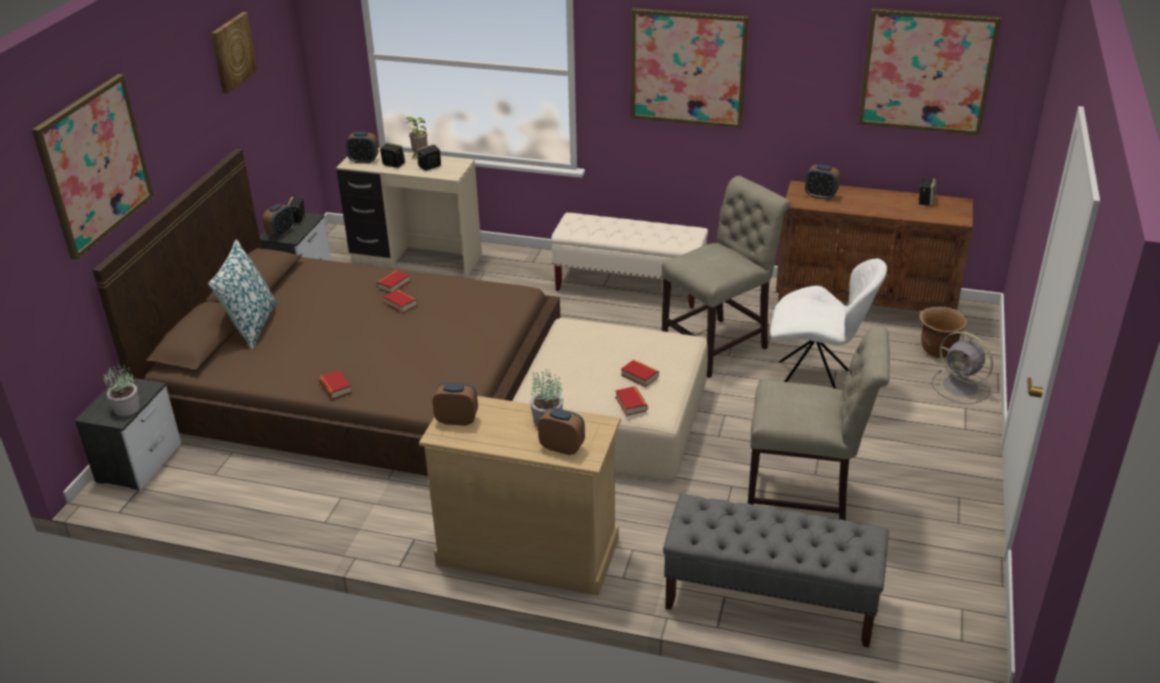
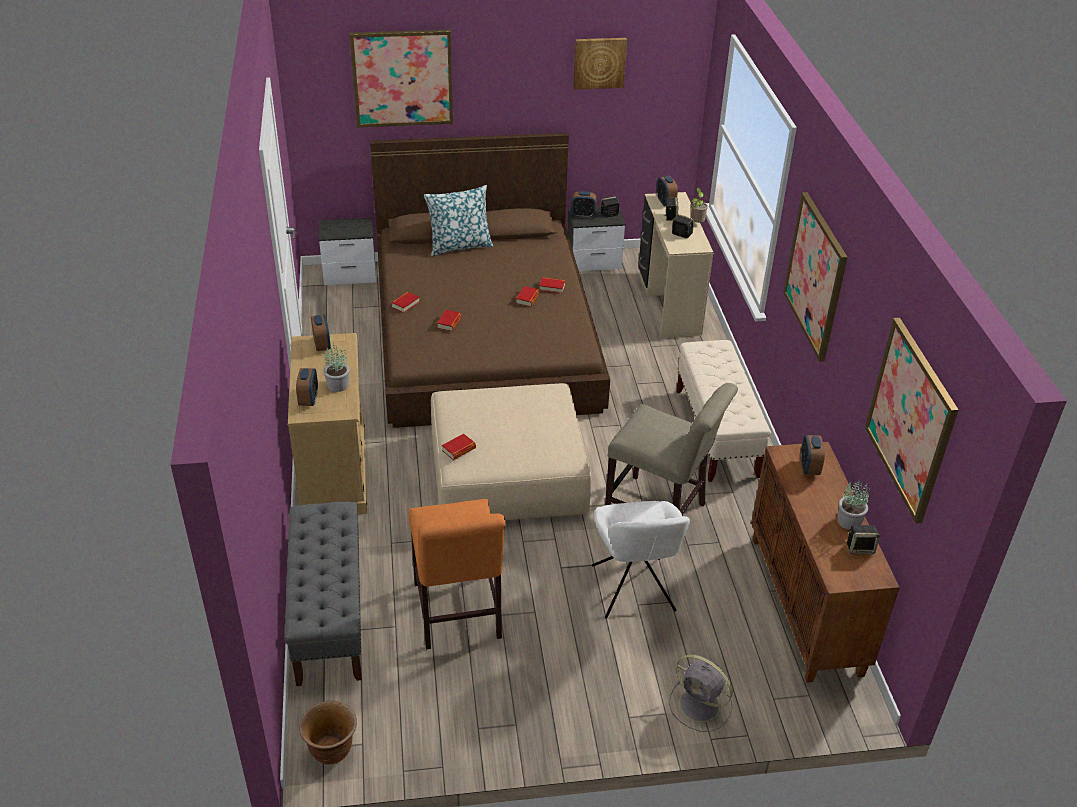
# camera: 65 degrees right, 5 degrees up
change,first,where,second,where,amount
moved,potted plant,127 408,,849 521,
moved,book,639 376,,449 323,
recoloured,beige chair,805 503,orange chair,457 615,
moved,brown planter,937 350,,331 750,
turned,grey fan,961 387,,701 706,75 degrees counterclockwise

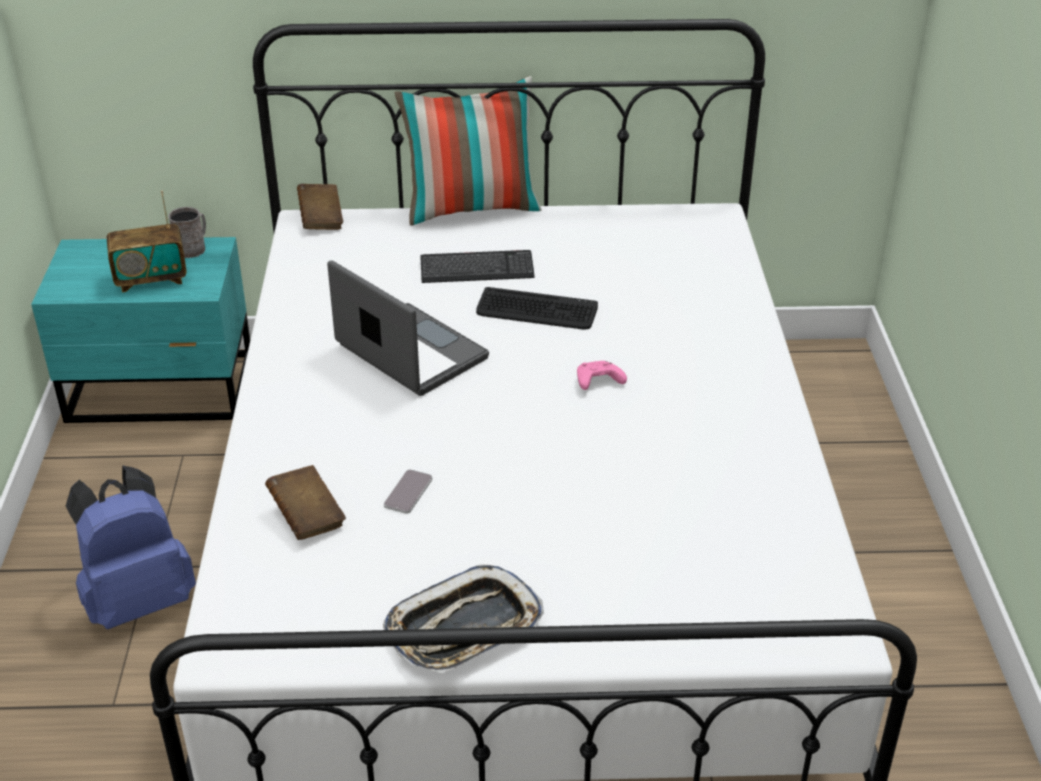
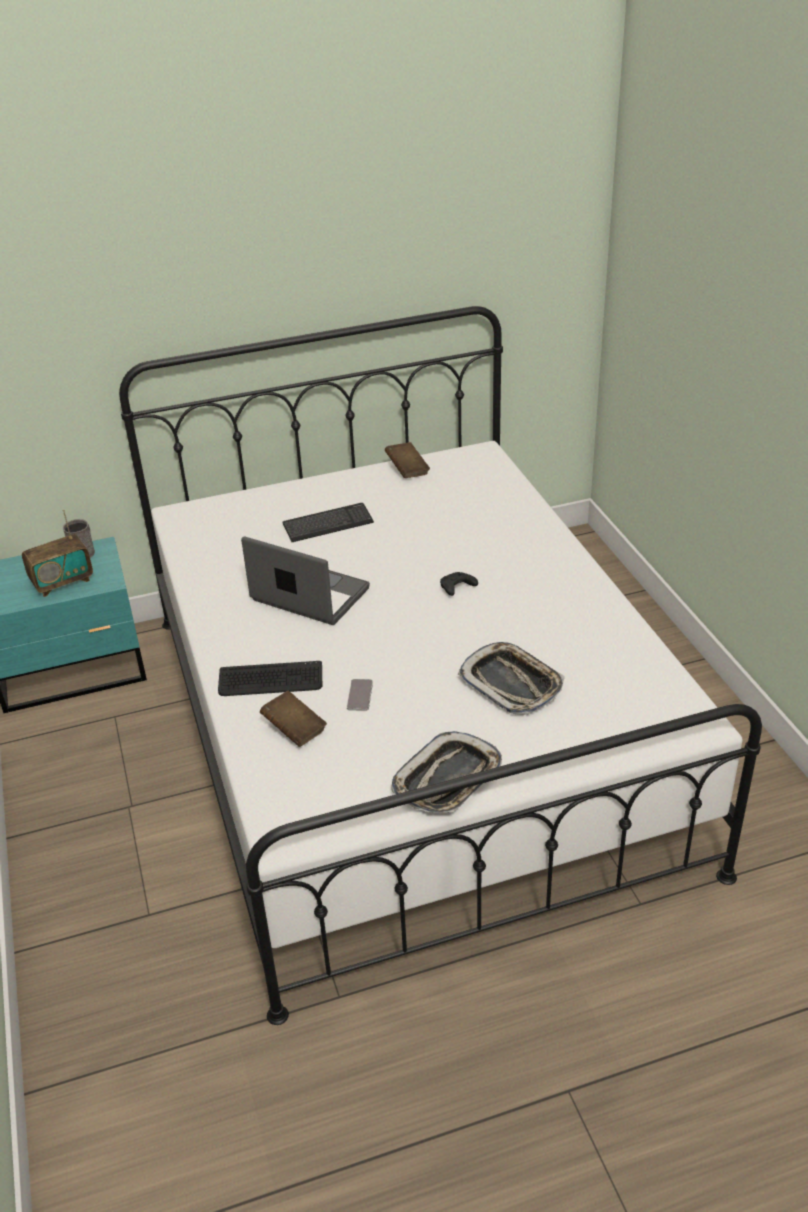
# camera: 15 degrees left, 0 degrees up
change,first,where,second,where,amount
removed,blue backpack,139 600,,,
moved,brown book,321 220,,407 470,
removed,pillow,472 209,,,
moved,keyboard,536 311,,270 680,
recoloured,pink game controller,597 382,black game controller,456 588,
added,,,tray,511 683,

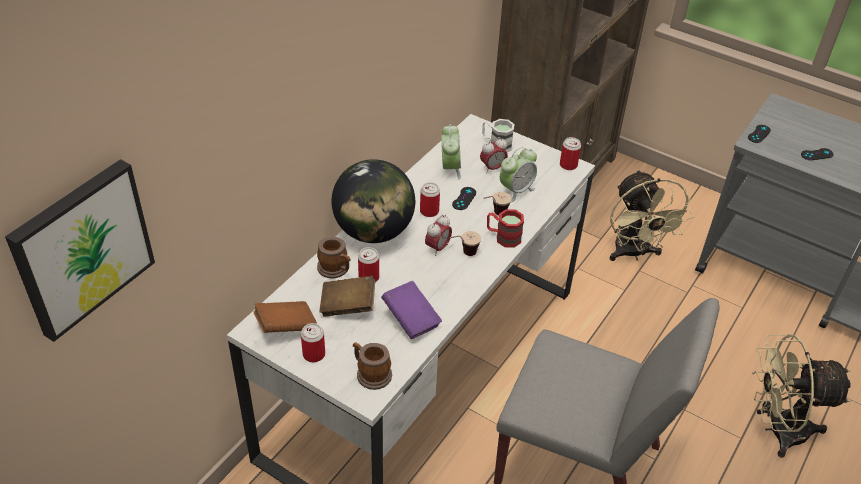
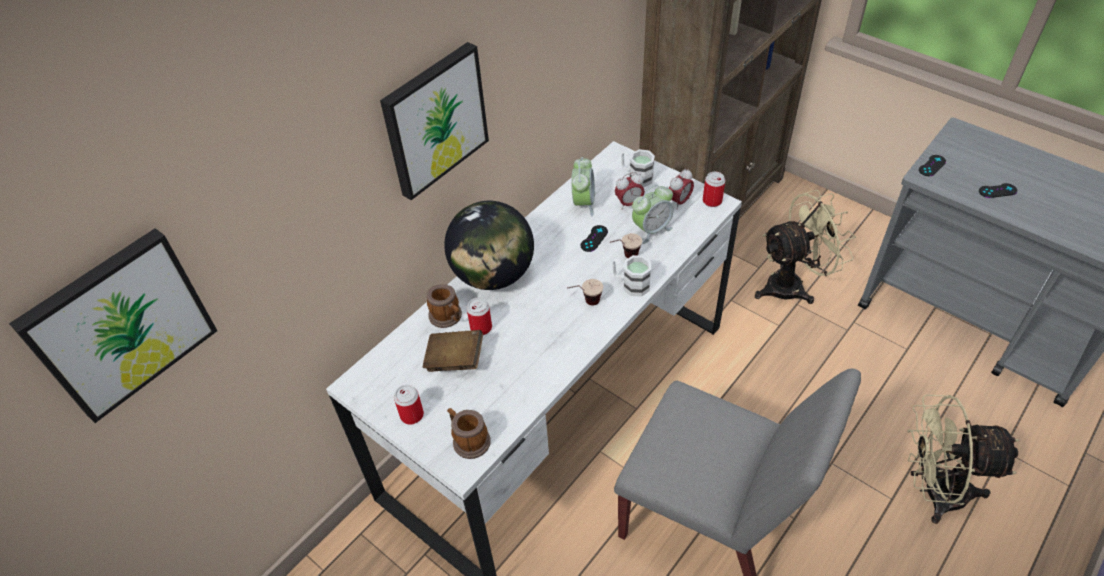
# camera: 10 degrees right, 5 degrees up
change,first,where,second,where,amount
removed,brown book,286 327,,,
removed,purple book,411 319,,,
removed,can,429 211,,,
moved,alarm clock,437 248,,679 202,
recoloured,red mug,503 237,white mug,630 284,
turned,beige fan,633 253,,792 285,105 degrees counterclockwise
added,,,picture,434 120,

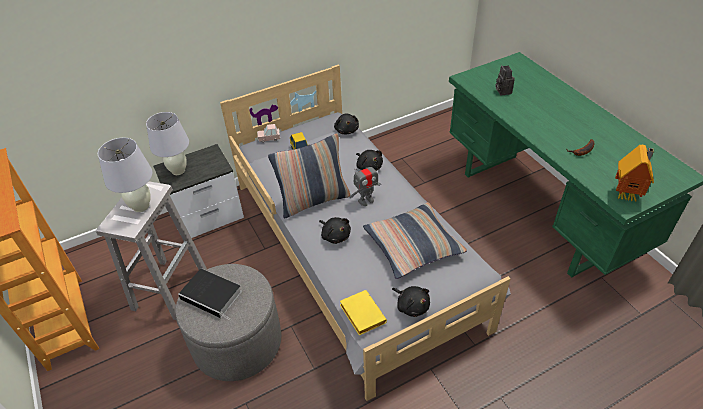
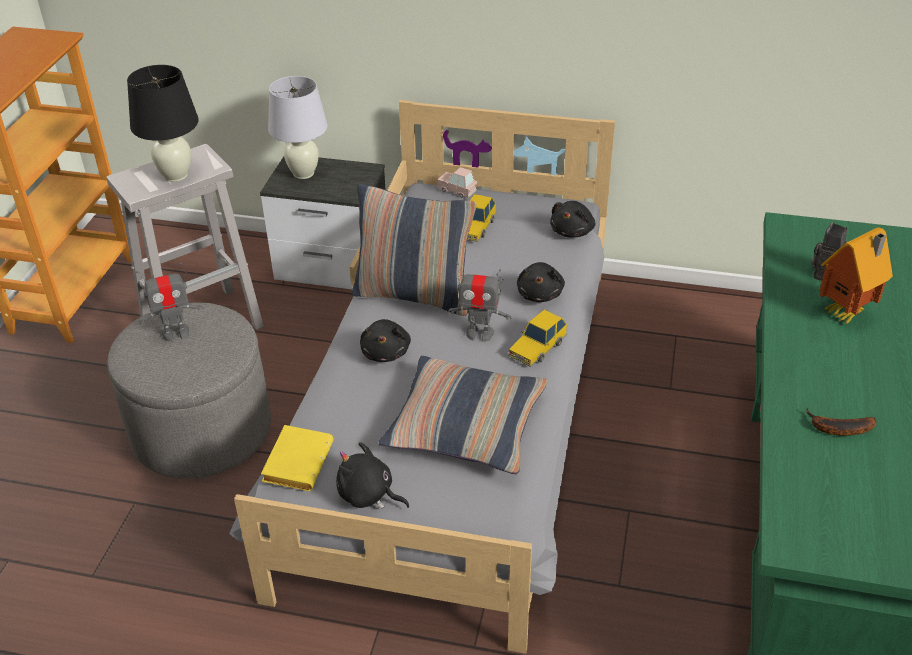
# camera: 40 degrees right, 5 degrees down
change,first,where,second,where,amount
recoloured,white table lamp,141 206,black table lamp,175 175,
replaced,book,213 295,toy robot,175 333,
turned,black plush toy,411 306,,368 495,120 degrees clockwise
moved,toy house,627 195,,847 314,
added,,,toy car,537 347,

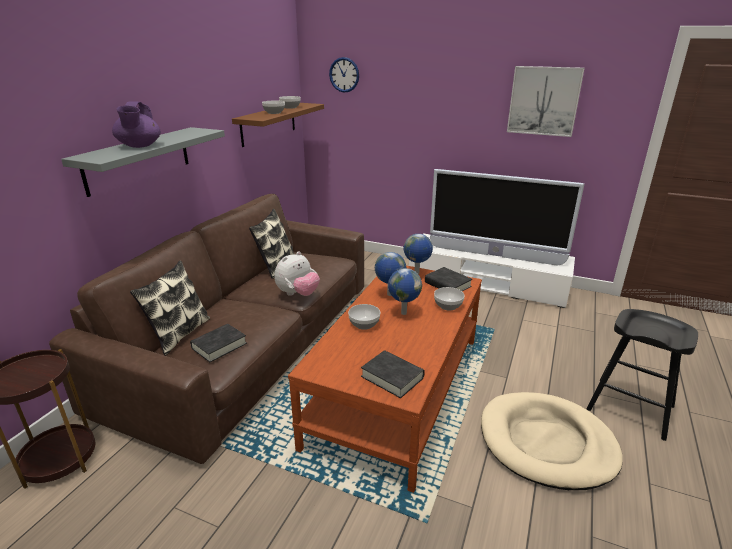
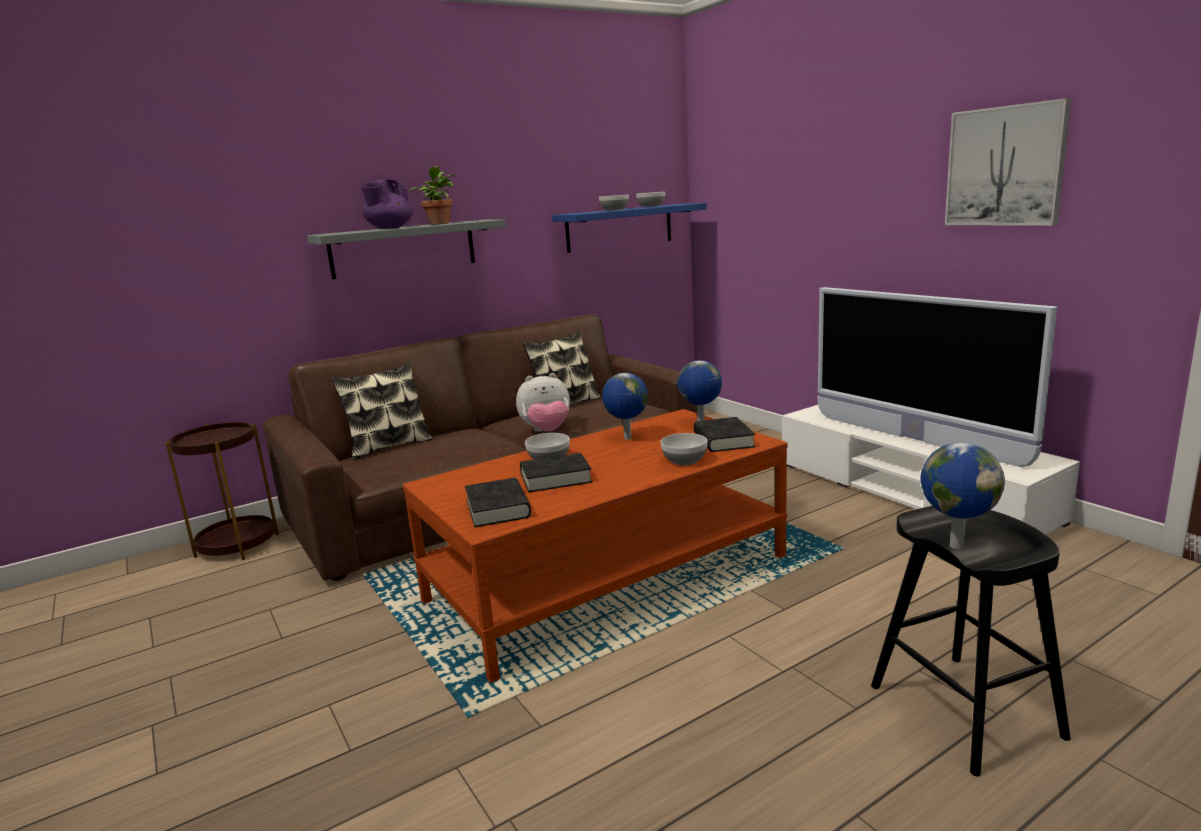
# camera: 35 degrees right, 10 degrees down
change,first,where,second,where,amount
moved,black book,219 346,,555 478,
recoloured,brown shelf,268 123,blue shelf,619 227,
removed,wall clock,344 75,,,
moved,globe,403 313,,955 545,
removed,beige dog bed,546 443,,,
added,,,potted plant,439 223,

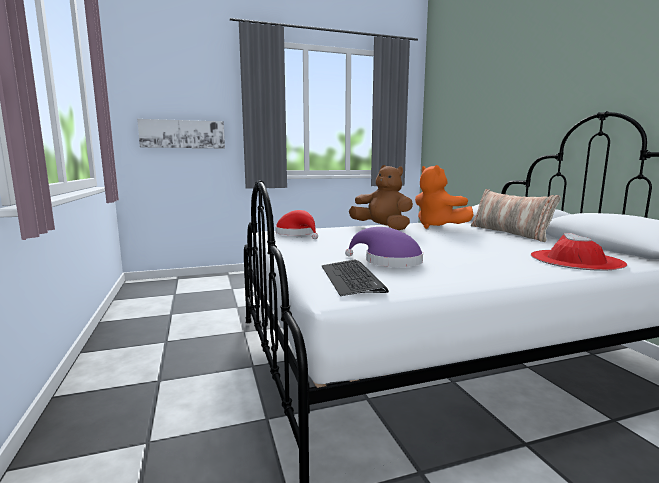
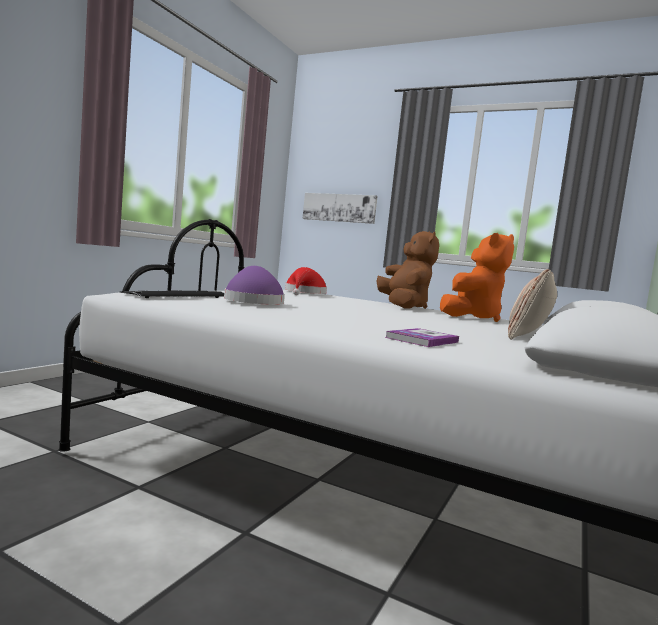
# camera: 45 degrees right, 5 degrees down
change,first,where,second,where,amount
turned,orange plush toy,437 227,,472 317,150 degrees counterclockwise
replaced,red hat,576 260,book,422 340,

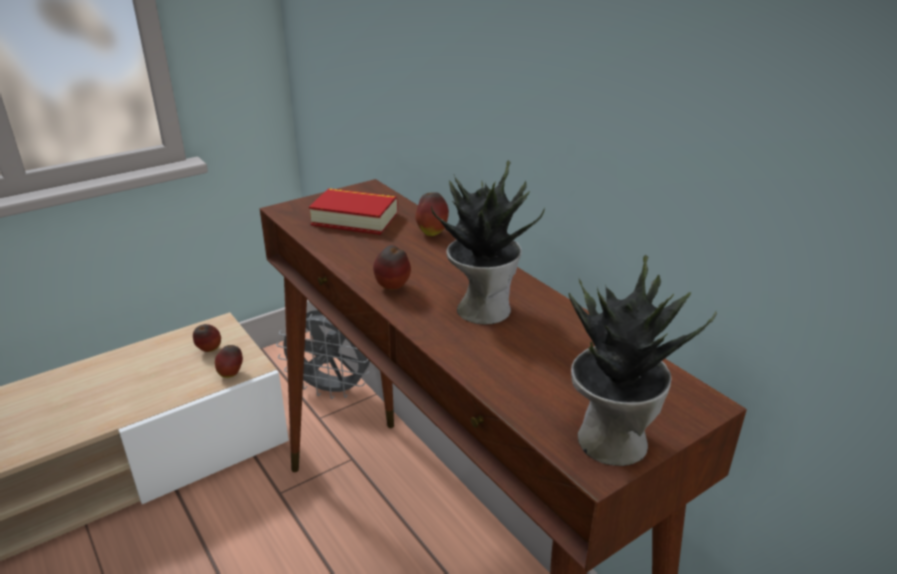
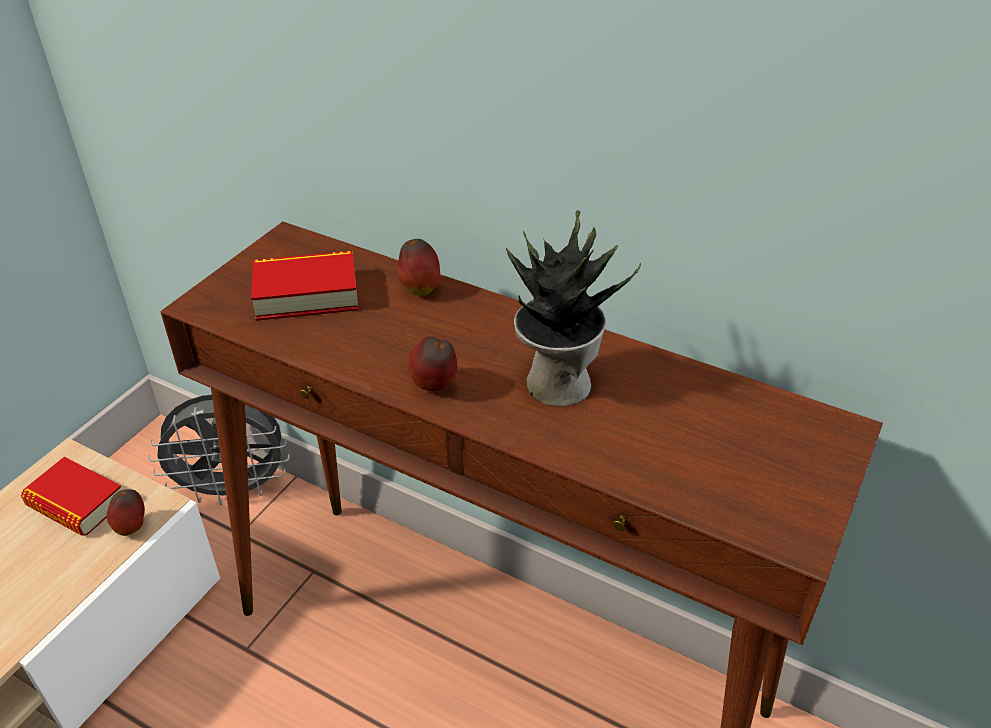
# camera: 25 degrees left, 10 degrees up
change,first,where,second,where,amount
replaced,apple,209 350,book,76 503,
removed,potted plant,609 439,,,

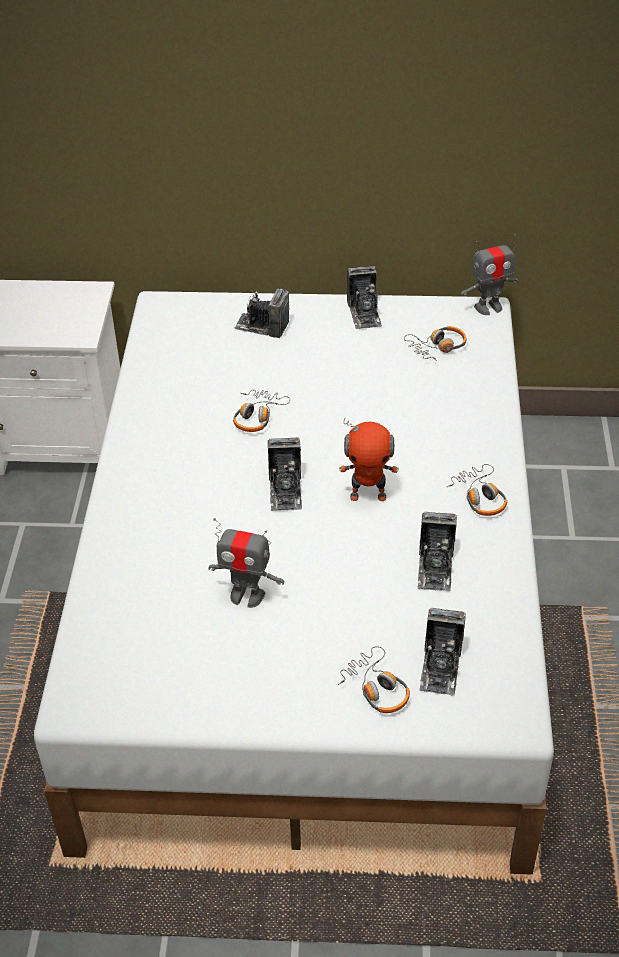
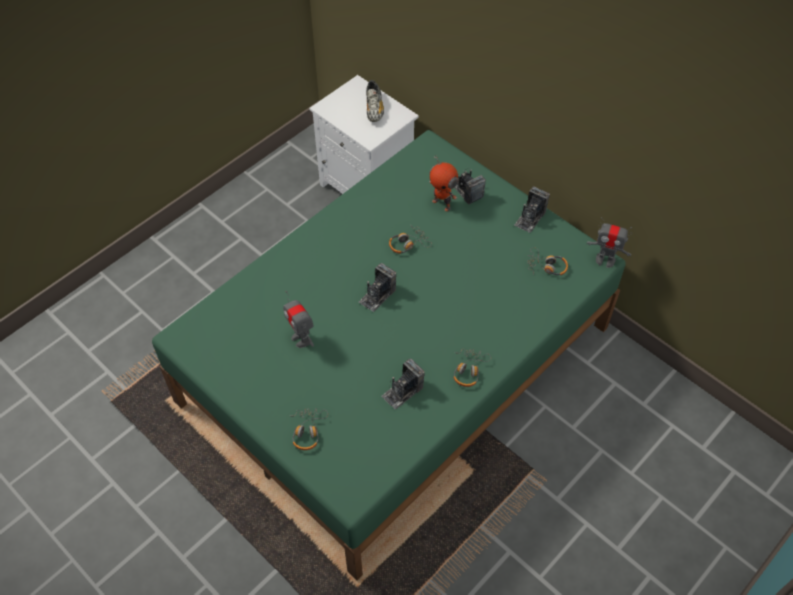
# camera: 40 degrees right, 10 degrees up
change,first,where,second,where,amount
recoloured,white bed,314 607,green bed,397 364,
moved,toy robot,368 495,,442 204,
removed,photo camera,440 667,,,
added,,,shoe,374 108,

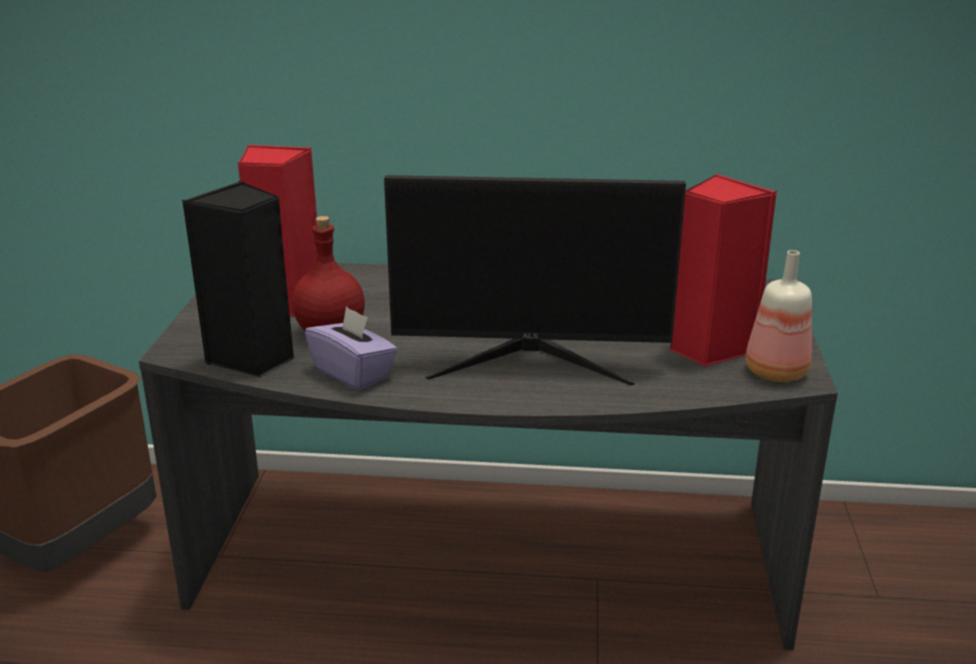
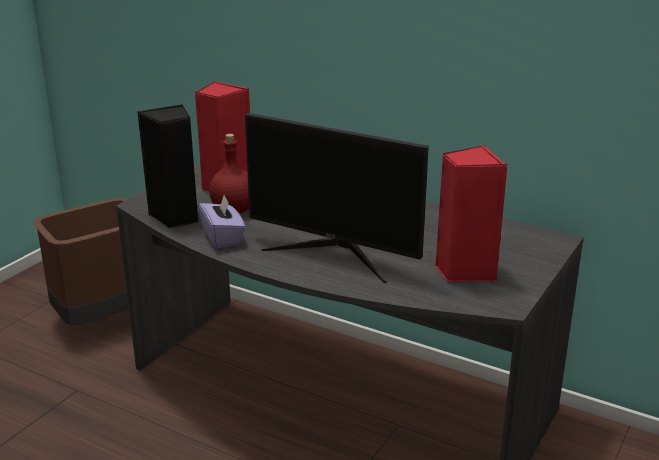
# camera: 25 degrees right, 0 degrees up
change,first,where,second,where,amount
removed,bottle,774 373,,,

